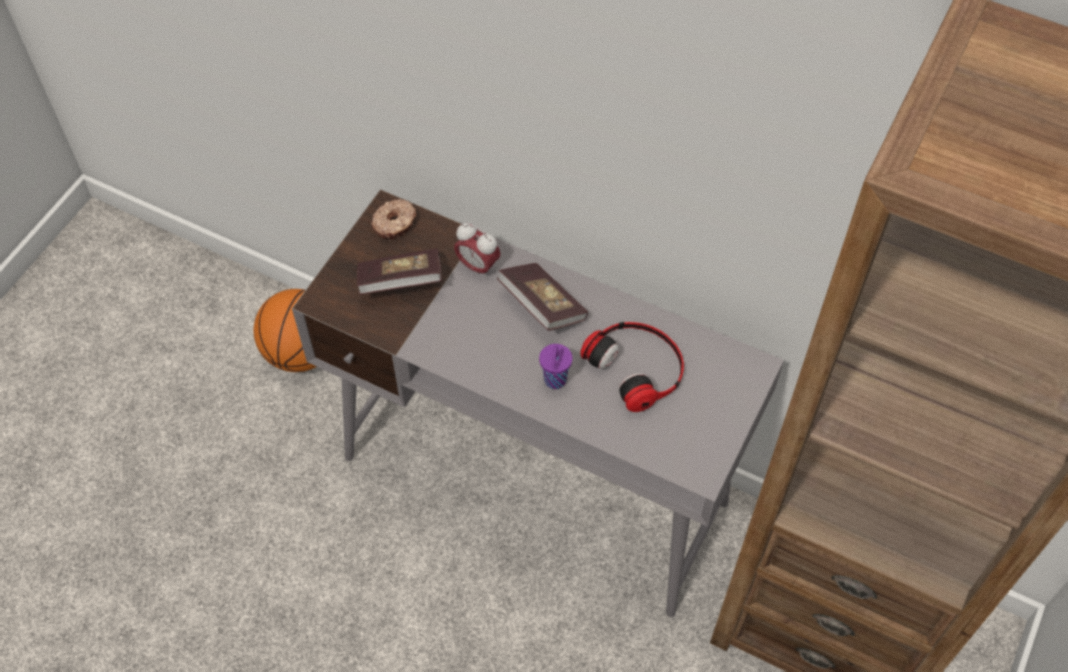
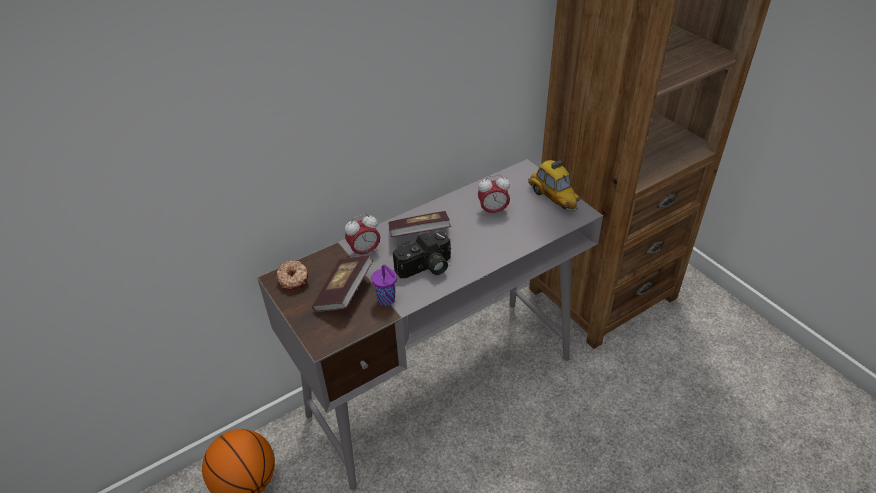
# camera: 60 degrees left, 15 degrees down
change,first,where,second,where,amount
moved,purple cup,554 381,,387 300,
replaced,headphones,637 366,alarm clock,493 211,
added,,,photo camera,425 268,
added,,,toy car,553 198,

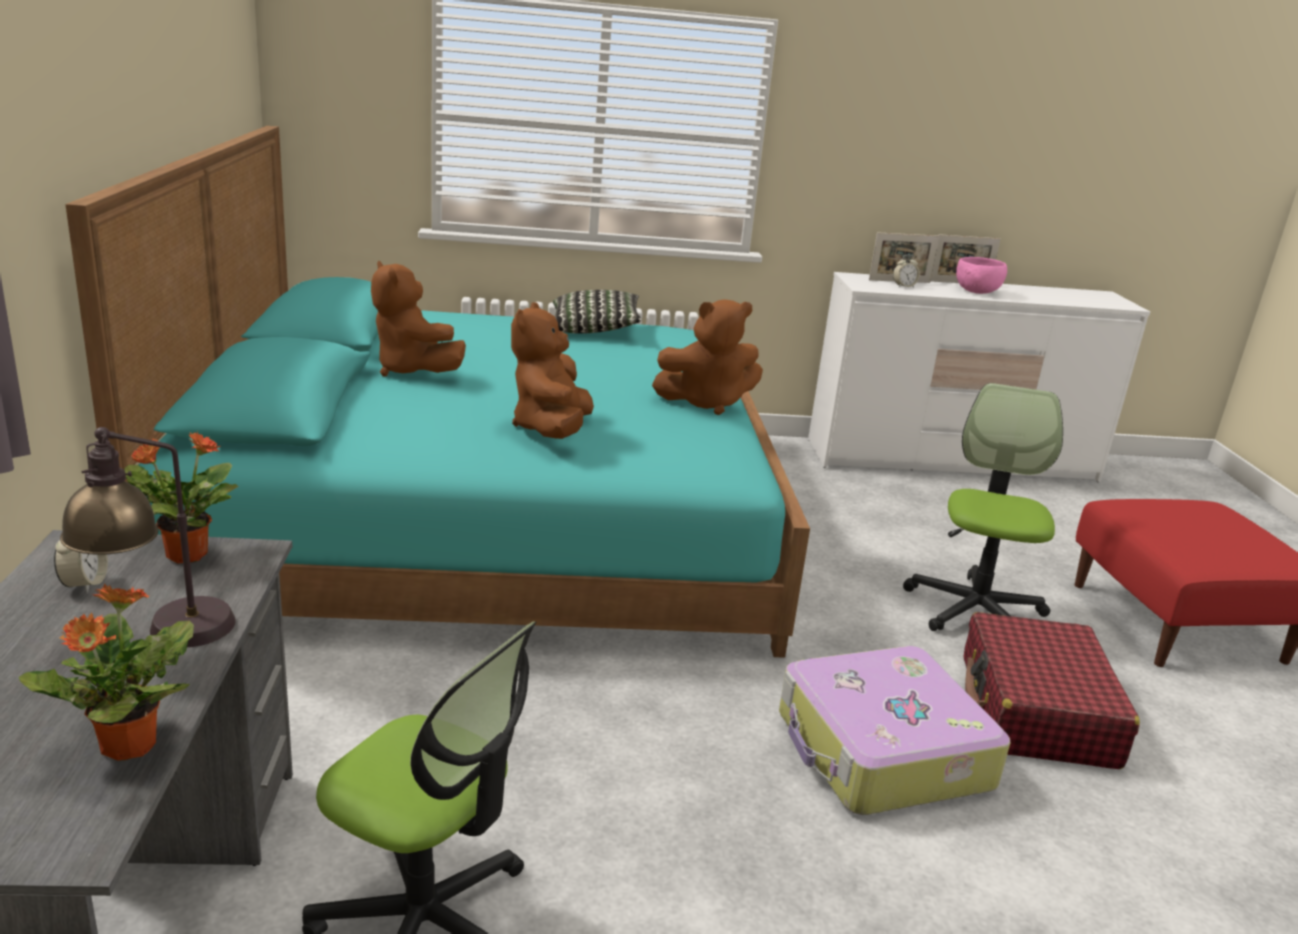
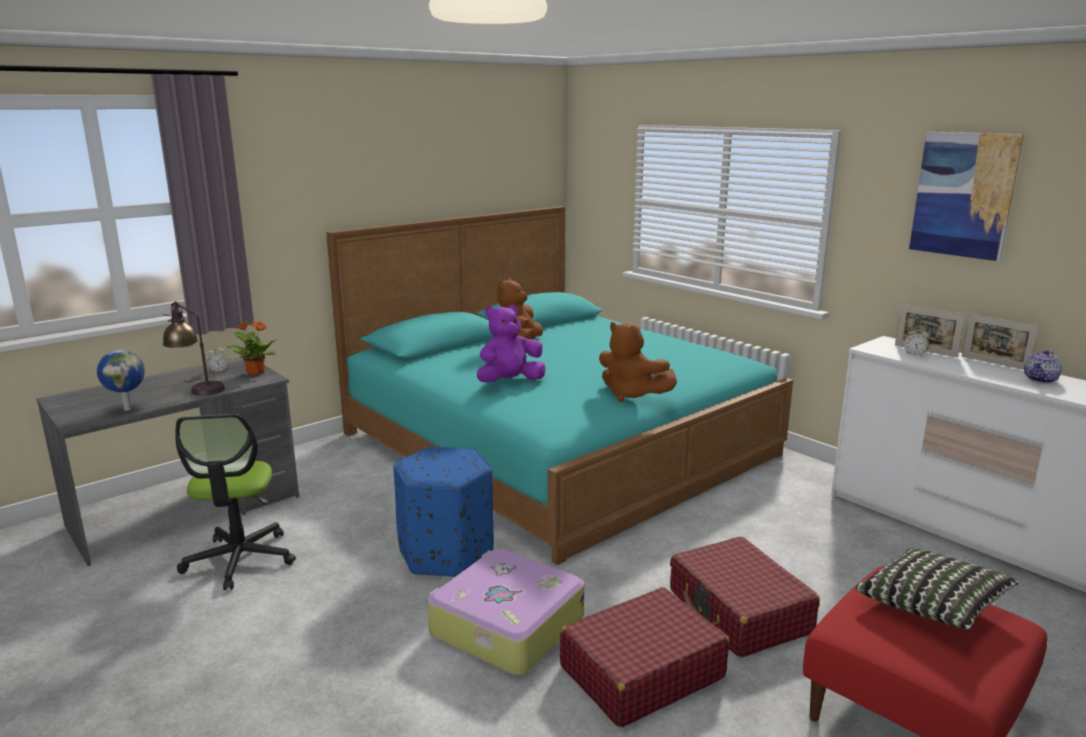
# camera: 55 degrees right, 5 degrees down
change,first,where,second,where,amount
replaced,potted plant,127 747,globe,128 409,
recoloured,brown plush toy,551 430,purple plush toy,509 382,
moved,pillow,594 330,,932 607,
replaced,office chair,975 610,red suitcase,739 612,
removed,pink bowl,977 292,,,
added,,,blue ottoman,447 553,
added,,,picture,964 195,
added,,,teapot,1041 379,

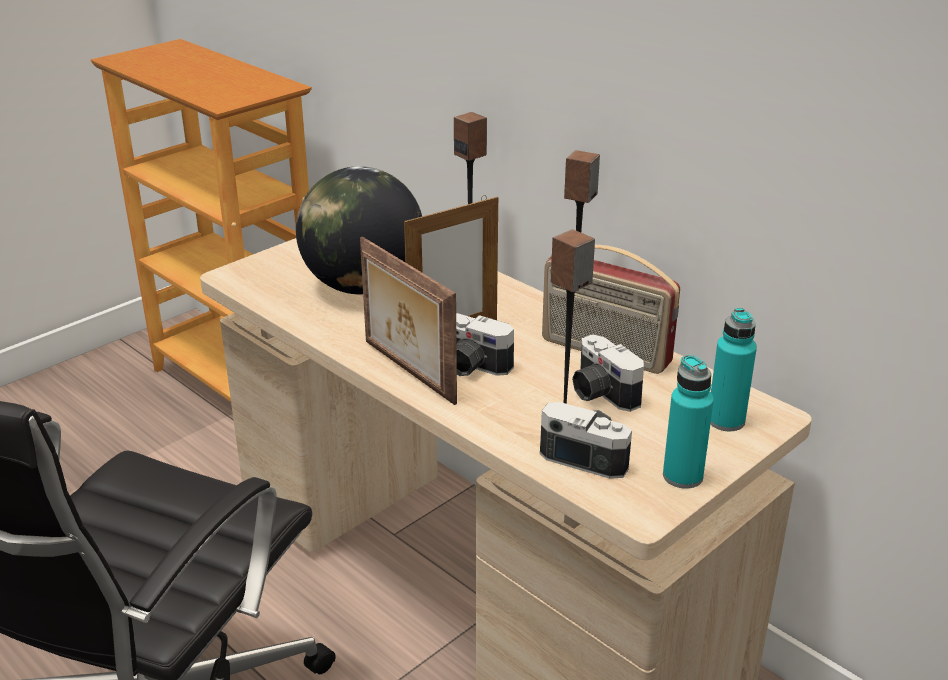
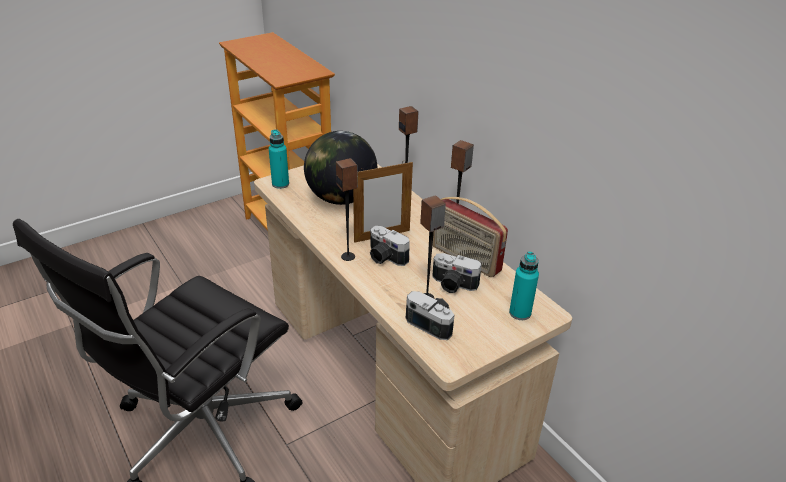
# camera: 10 degrees right, 5 degrees up
change,first,where,second,where,amount
replaced,picture frame,407 372,speaker,348 256,
turned,photo camera,600 393,,453 285,45 degrees counterclockwise
moved,turquoise bottle,682 476,,280 184,

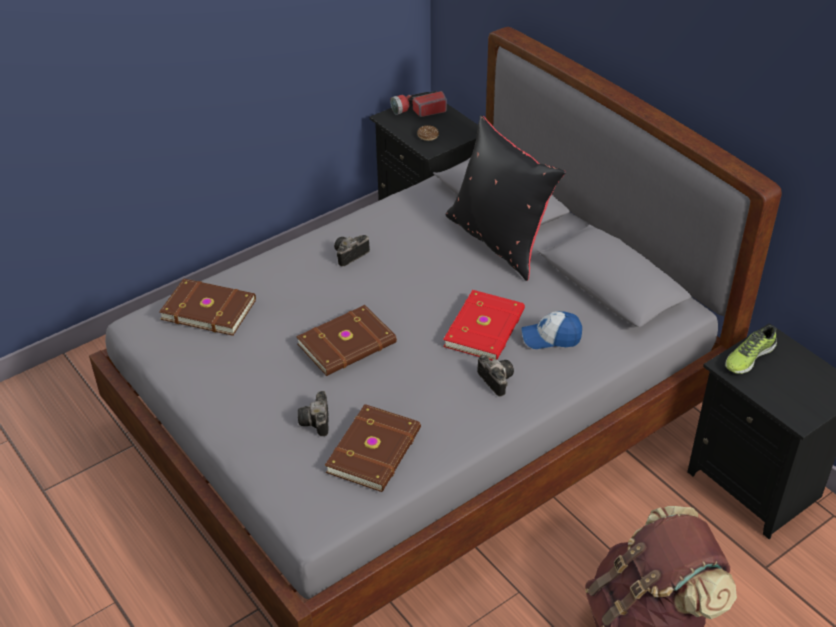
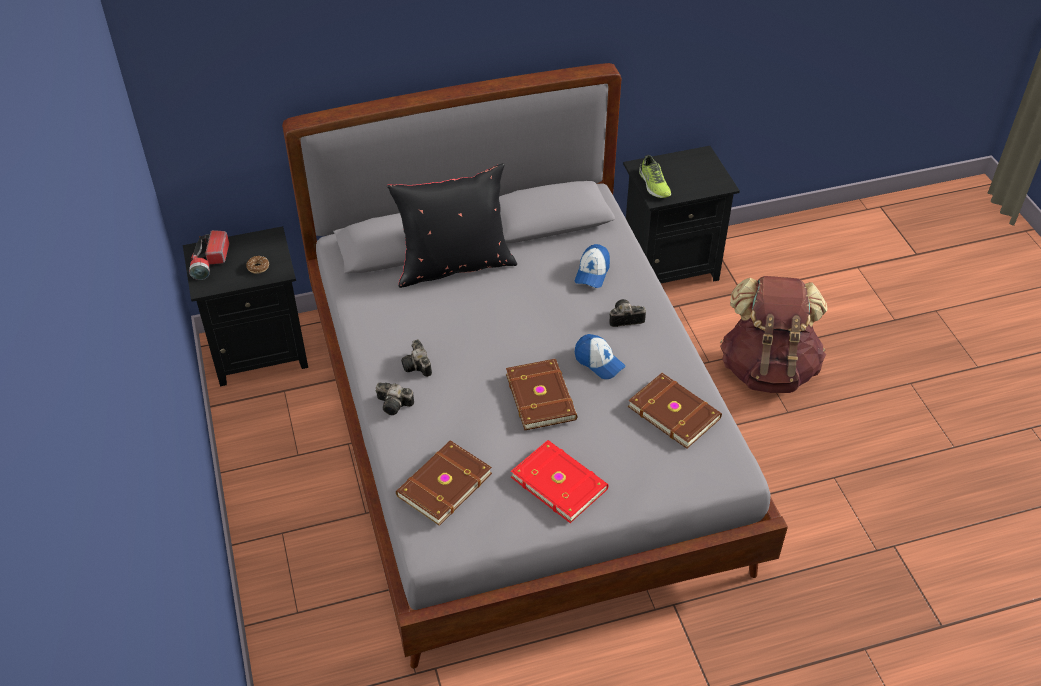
# camera: 70 degrees left, 5 degrees up
change,first,where,second,where,amount
moved,photo camera,316 422,,395 404,
moved,red book,486 329,,559 482,
added,,,cap,599 362,

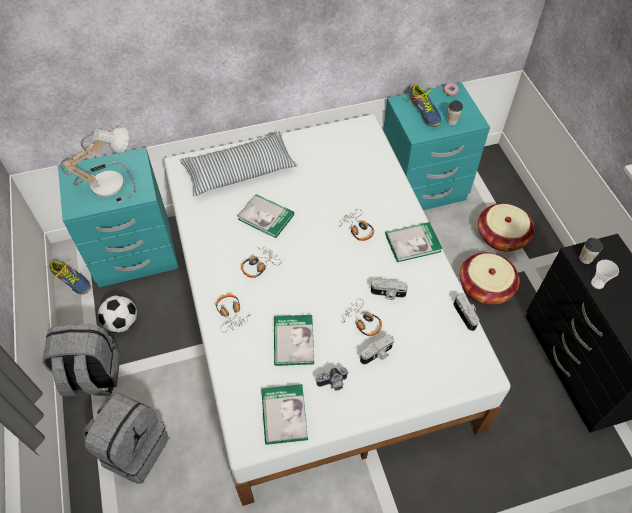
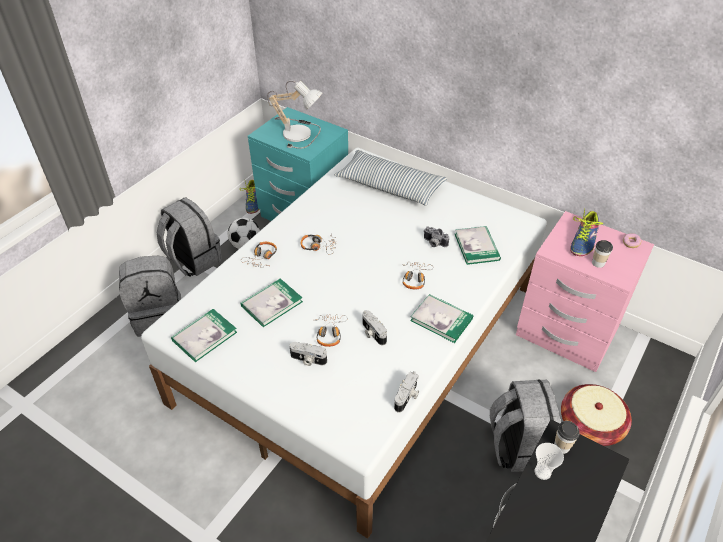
# camera: 50 degrees right, 10 degrees down
change,first,where,second,where,amount
moved,book,266 217,,476 247,
moved,photo camera,333 384,,434 243,
recoloured,turquoise nightstand,422 188,pink nightstand,566 333,
replaced,basket,485 287,grey backpack,518 446,

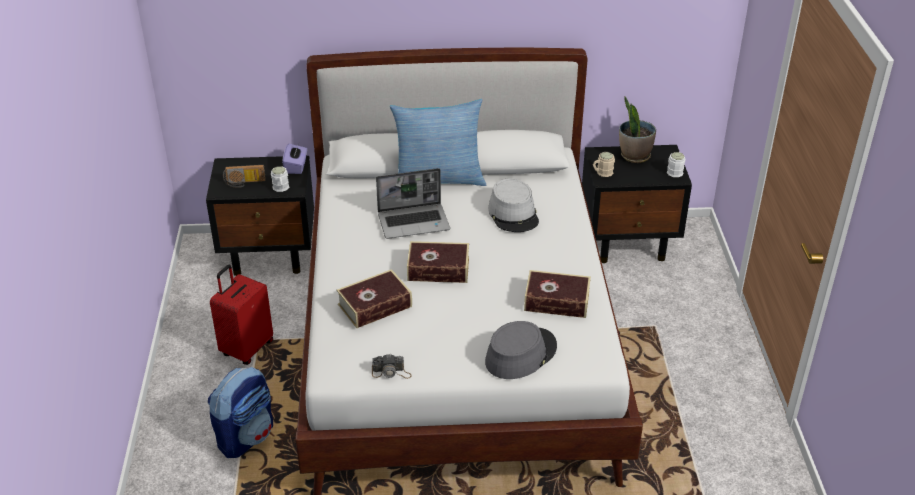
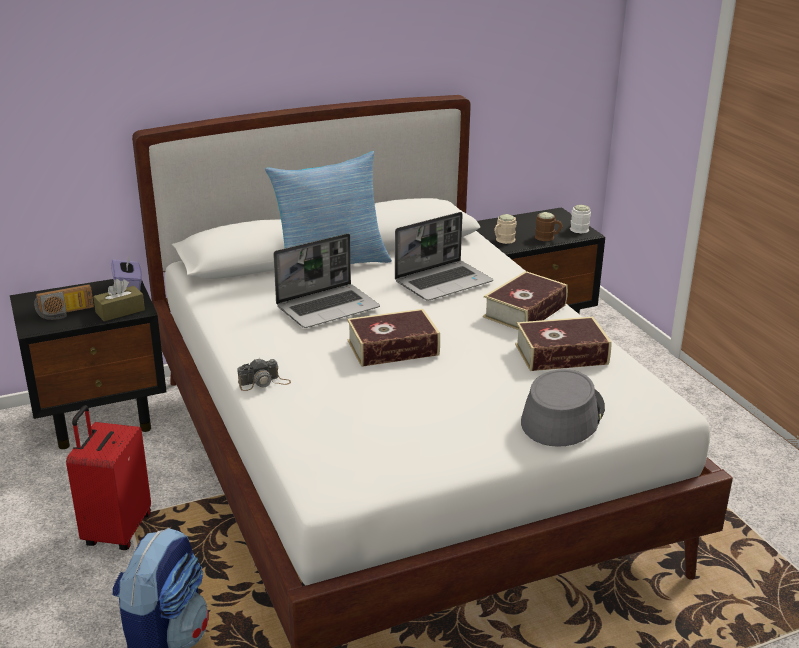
# camera: 20 degrees left, 10 degrees down
change,first,where,second,where,amount
replaced,white mug,281 188,brown tissue box,120 311,
moved,book,375 306,,525 311,
moved,photo camera,391 372,,264 382,
replaced,grey hat,513 214,laptop,444 282,
removed,potted plant,634 156,,,
added,,,brown mug,548 238,

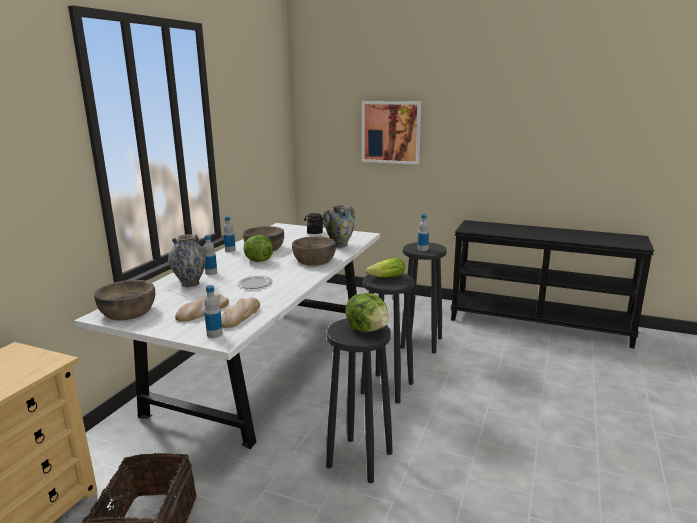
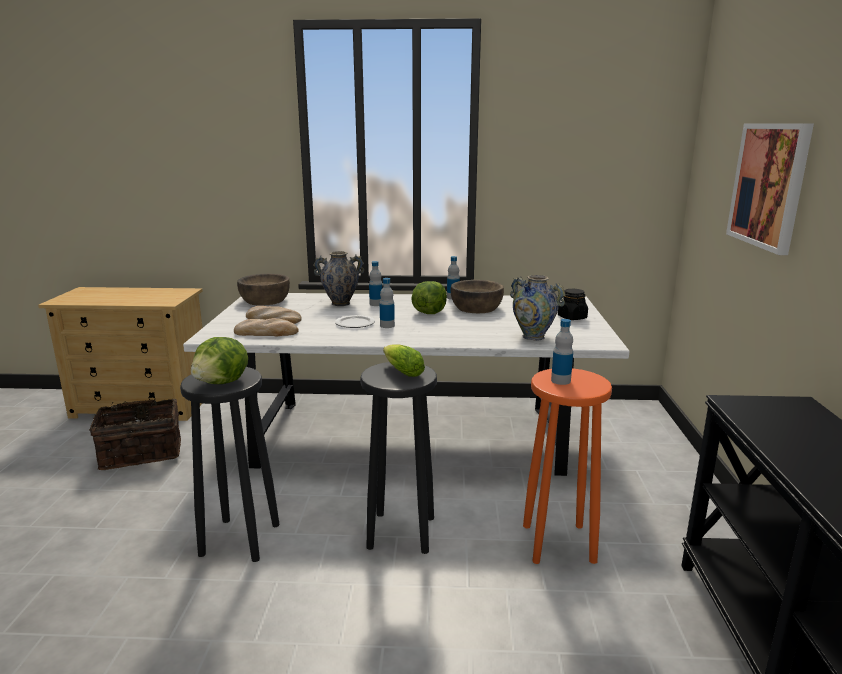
# camera: 70 degrees right, 0 degrees up
change,first,where,second,where,amount
moved,bottle,214 334,,387 325,
removed,brown bowl,314 260,,,
recoloured,black stool,421 343,orange stool,557 543,

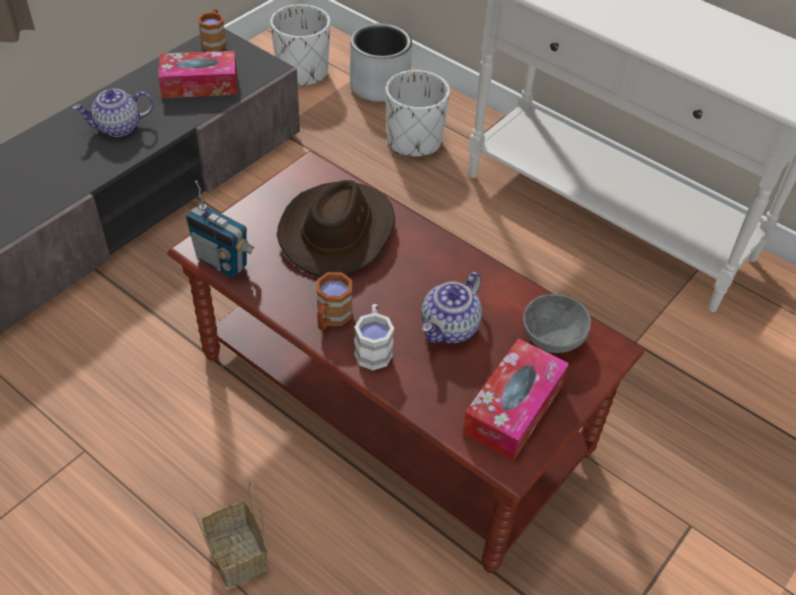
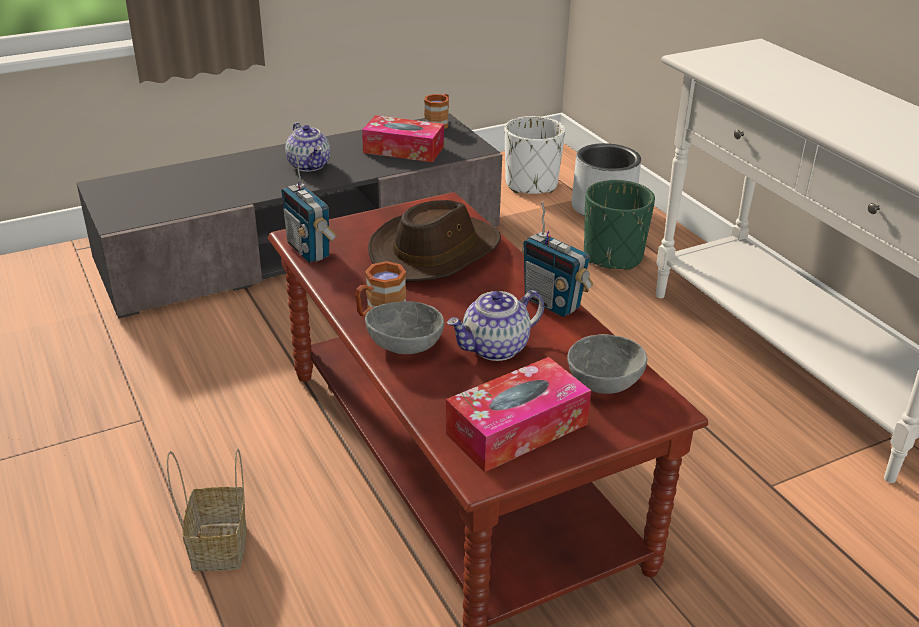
# camera: 25 degrees right, 15 degrees down
change,first,where,second,where,amount
turned,teapot,118 127,,309 165,120 degrees counterclockwise
replaced,white mug,373 348,grey bowl,405 344,
recoloured,white planter,414 141,green planter,613 257,
added,,,radio,552 303,

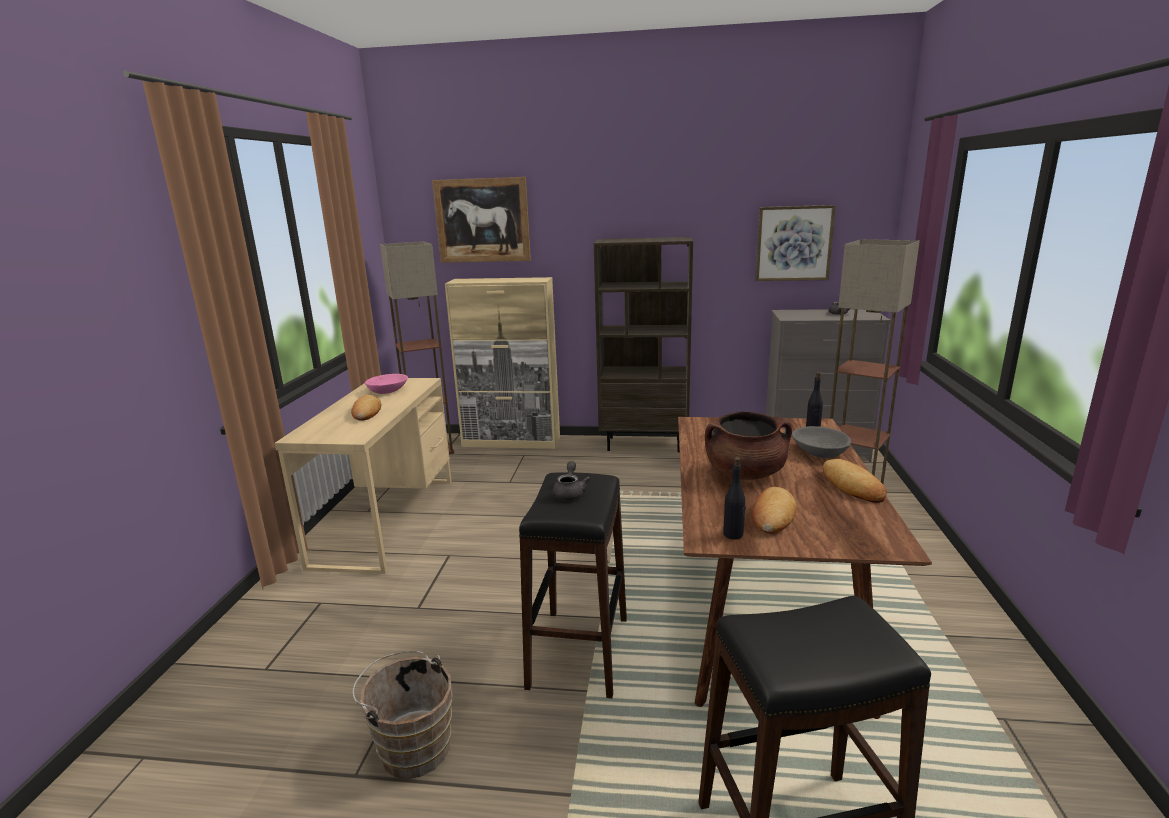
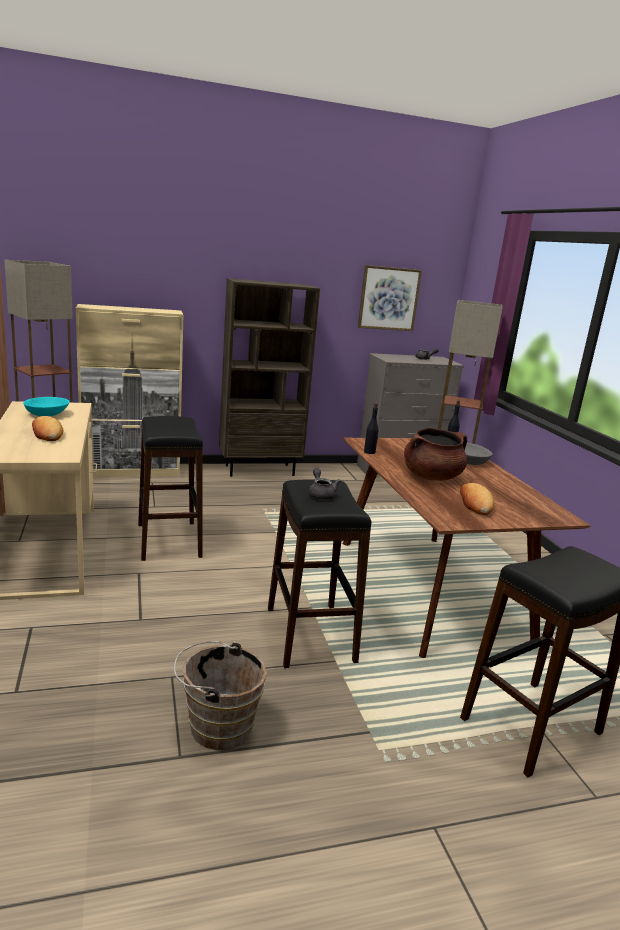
# camera: 25 degrees left, 0 degrees up
change,first,where,second,where,amount
recoloured,pink bowl,388 391,turquoise bowl,47 414,
removed,picture,482 220,,,
moved,black bottle,733 534,,369 452,
removed,bread,852 486,,,
added,,,black stool,169 540,

